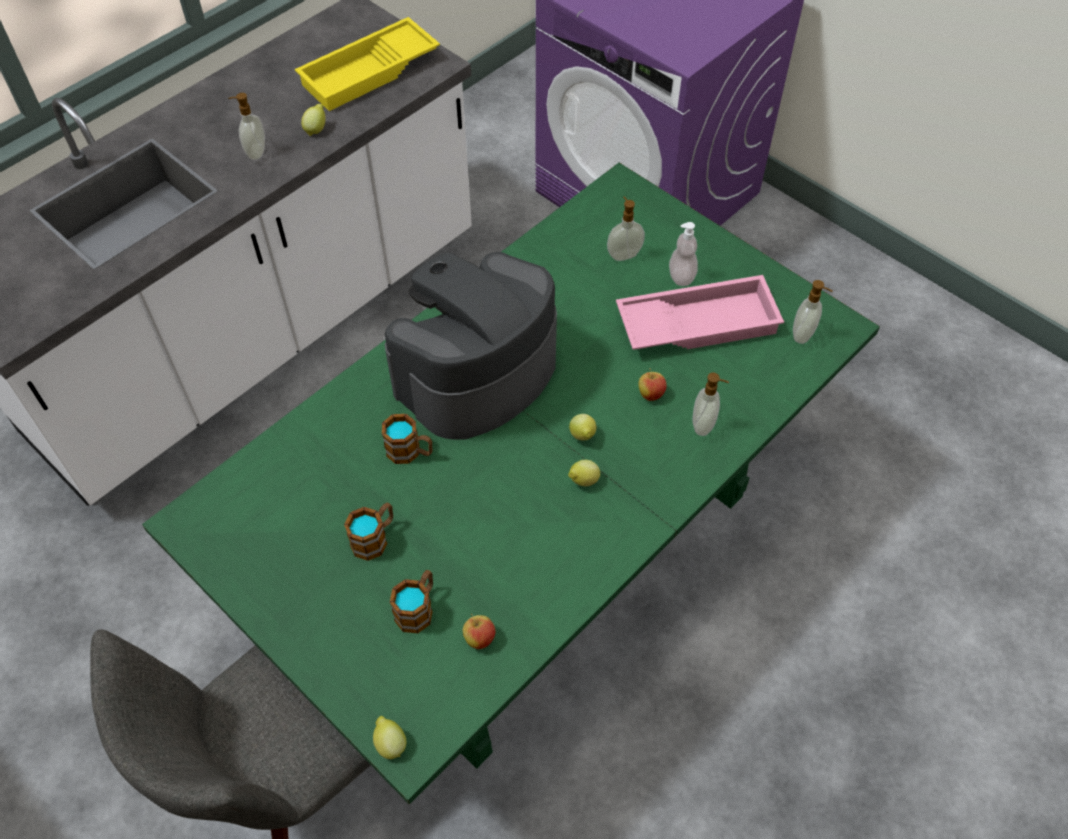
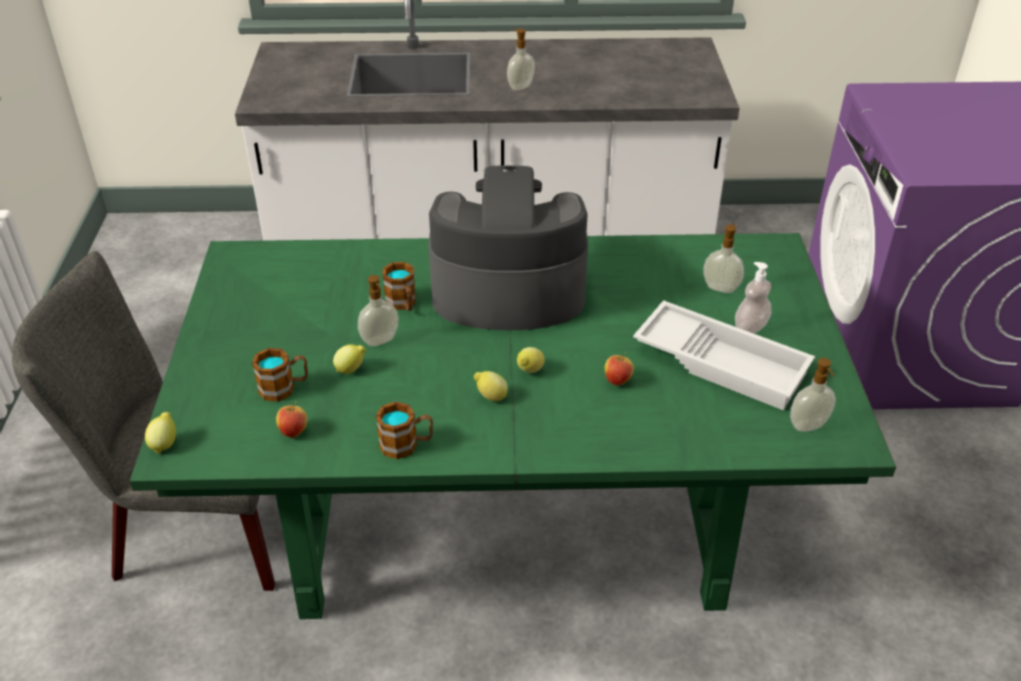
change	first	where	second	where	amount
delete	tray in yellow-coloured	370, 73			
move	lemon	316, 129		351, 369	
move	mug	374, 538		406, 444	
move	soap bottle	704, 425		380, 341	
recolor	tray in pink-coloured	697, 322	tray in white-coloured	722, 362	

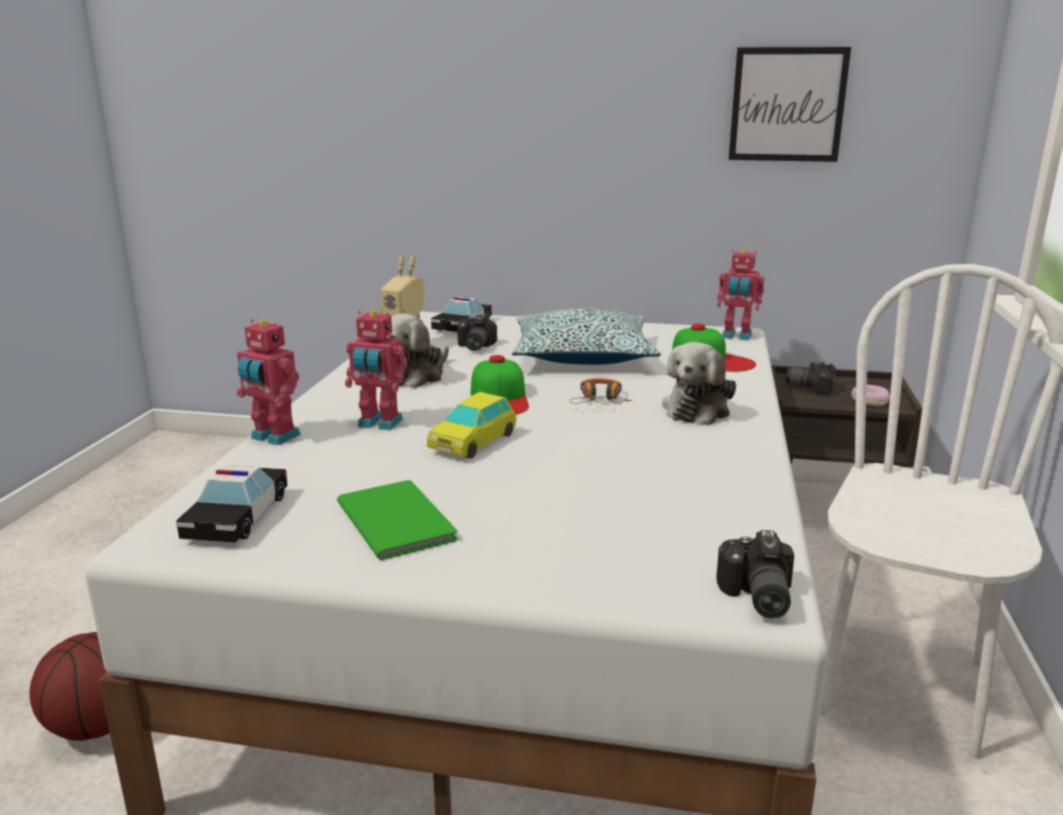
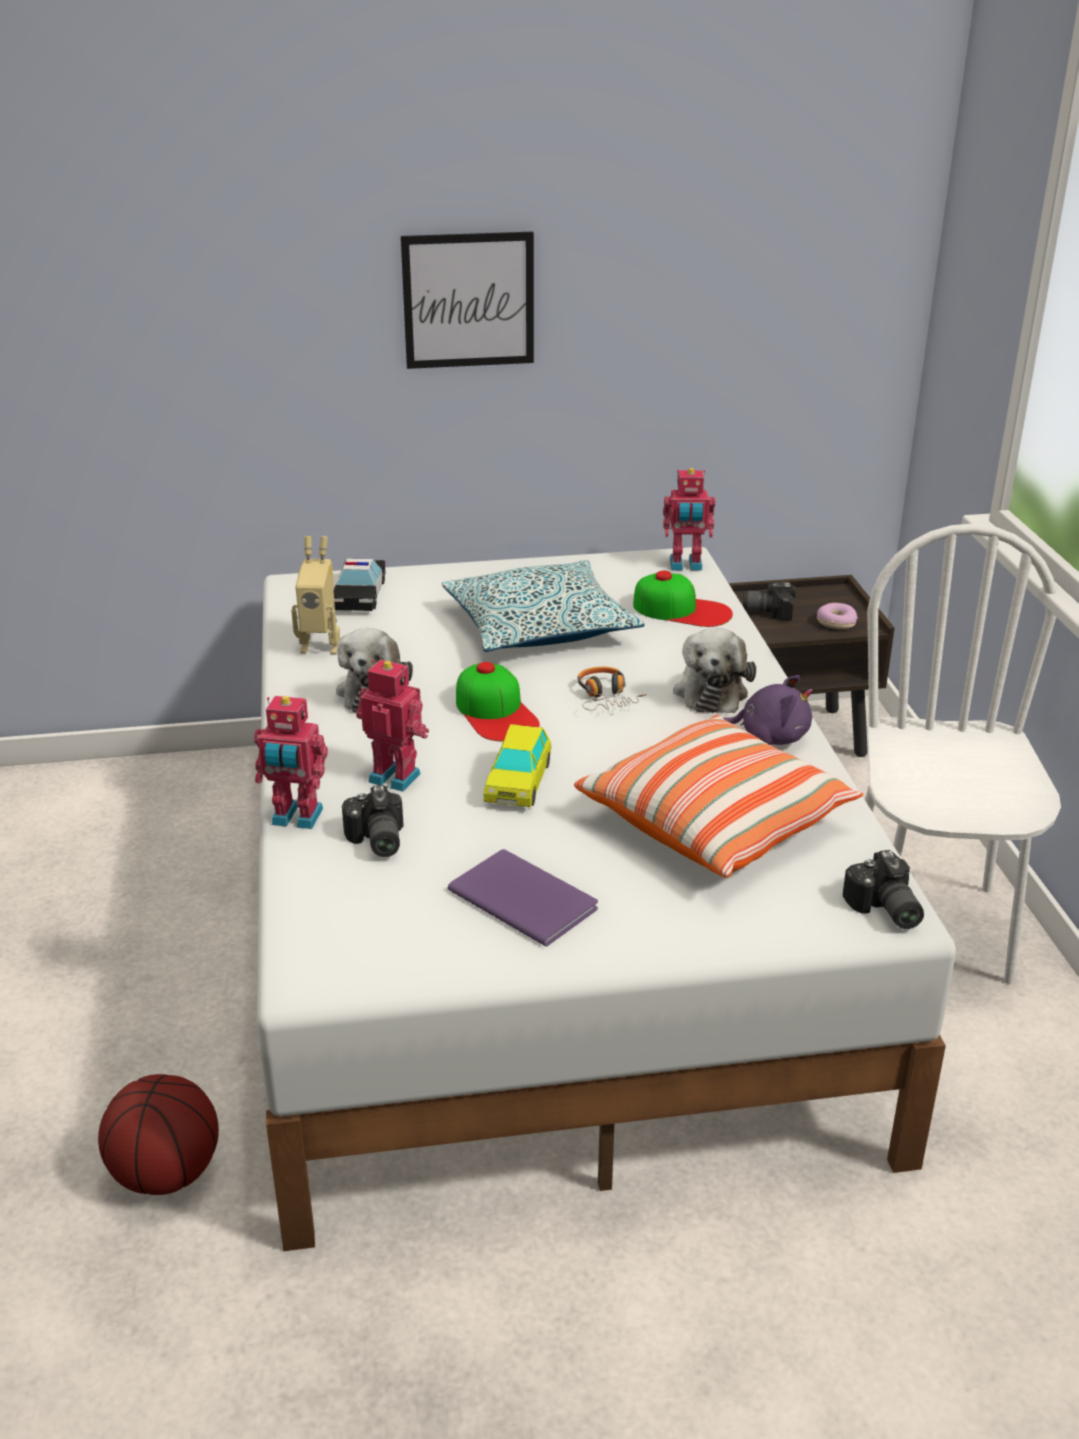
change	first	where	second	where	amount
delete	toy car	237, 517			
insert			pillow	716, 822	
insert			soft toy in purplish	768, 736	
move	still camera	473, 347		375, 841	
move	picture	787, 105		468, 300	
recolor	volume in green	398, 519	volume in purplish	522, 896	
rotate	model robot	379, 424		396, 776	150 degrees counterclockwise

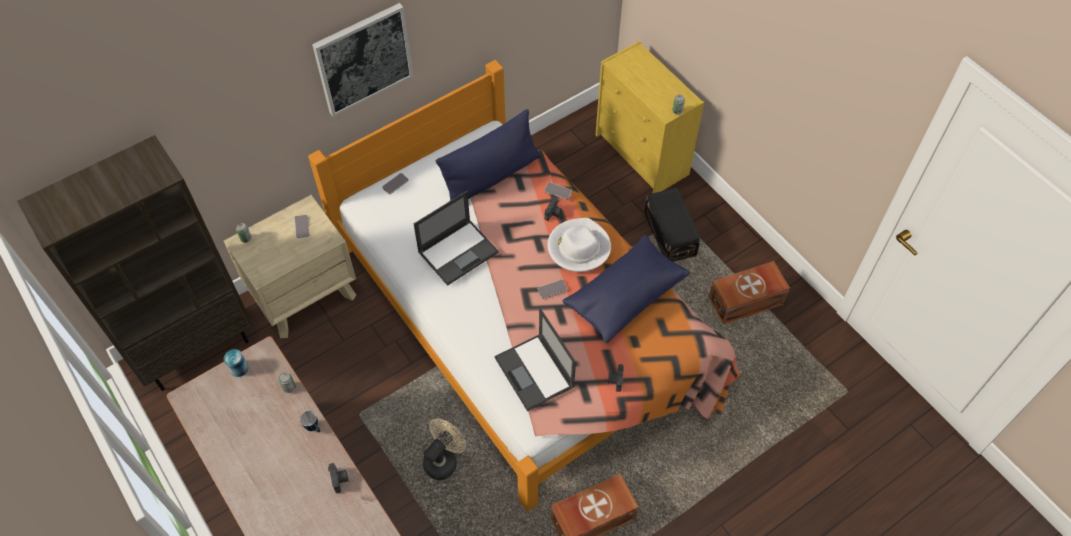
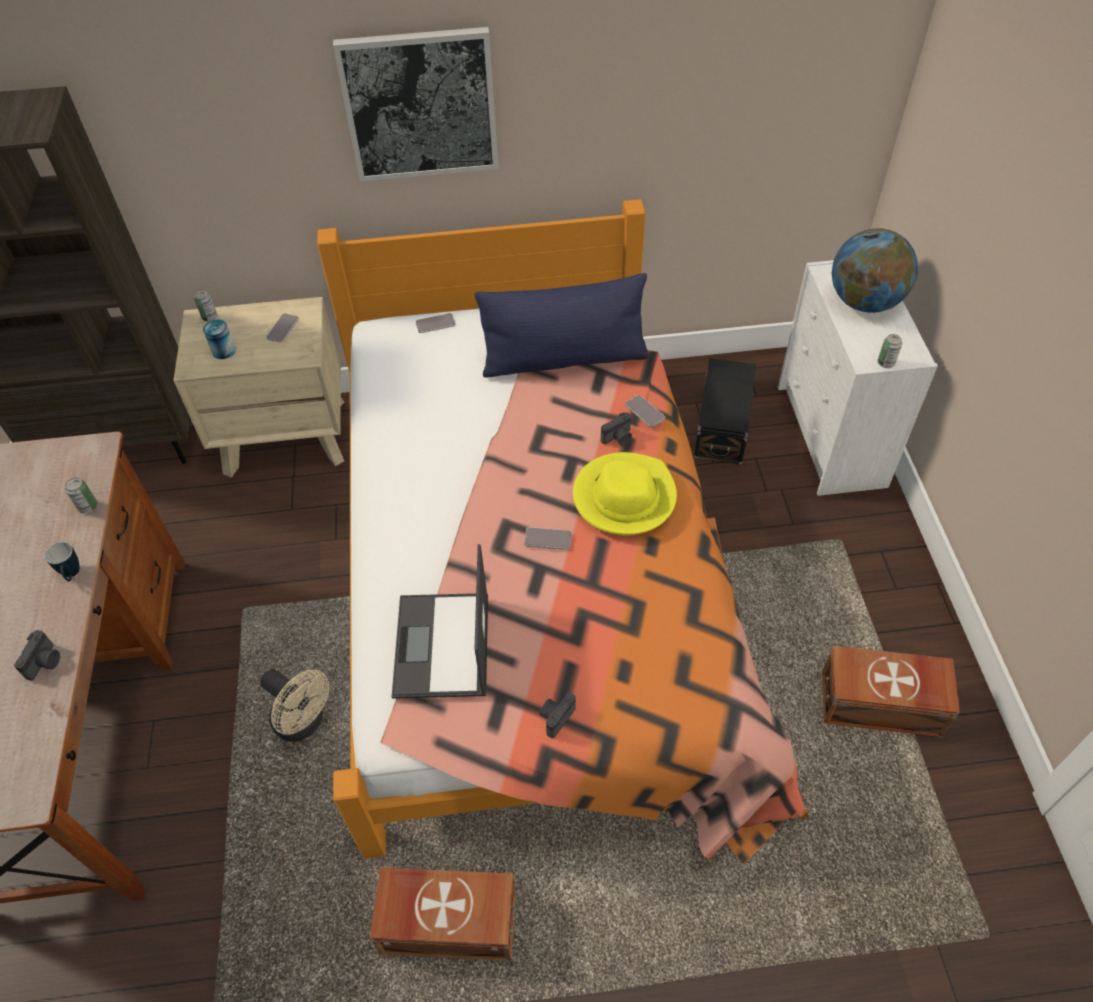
change	first	where	second	where	amount
delete	notebook computer	458, 251			
delete	pillow in bluish	625, 296			
insert			desk globe	864, 302	
move	sealed can	239, 368		224, 351	
move	storage bin in black-coloured	670, 233		724, 425	
recolor	clothing hat in white-coloured	578, 247	clothing hat in yellow-coloured	624, 497	
recolor	dresser in yellow-coloured	642, 155	dresser in white-coloured	831, 437	
rotate	fan in beige-coloured	444, 459		304, 723	60 degrees clockwise

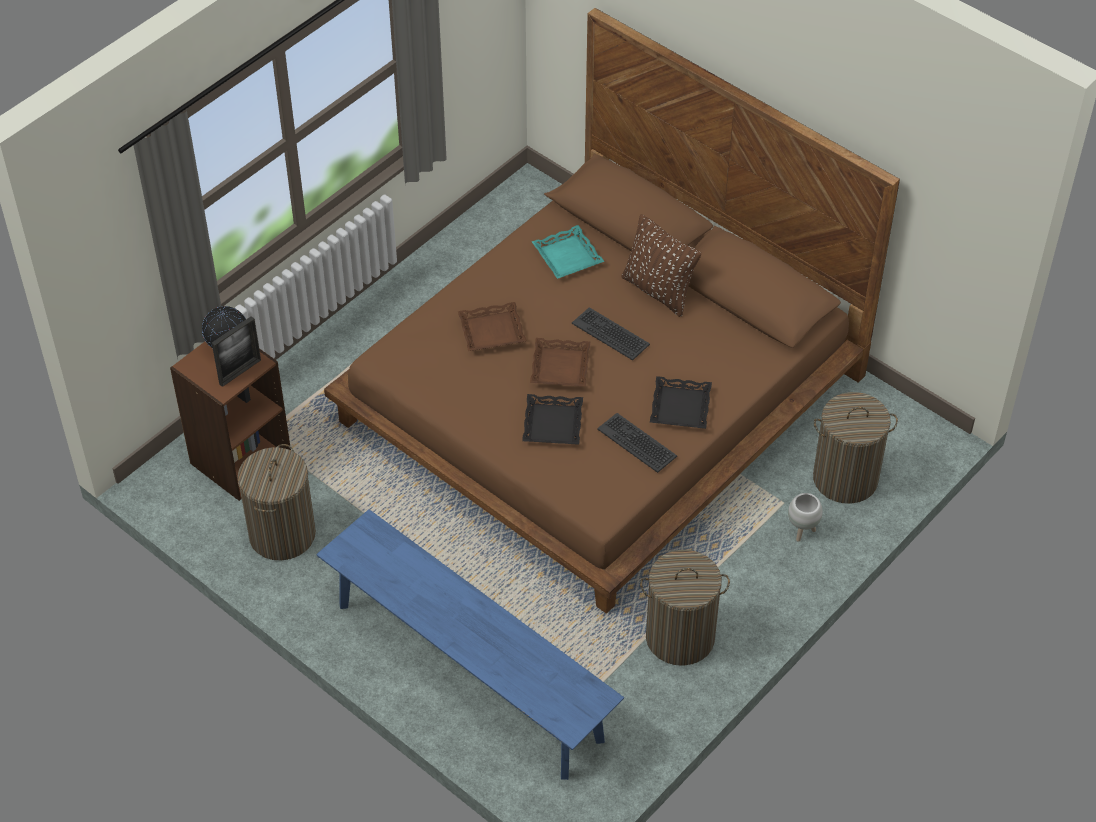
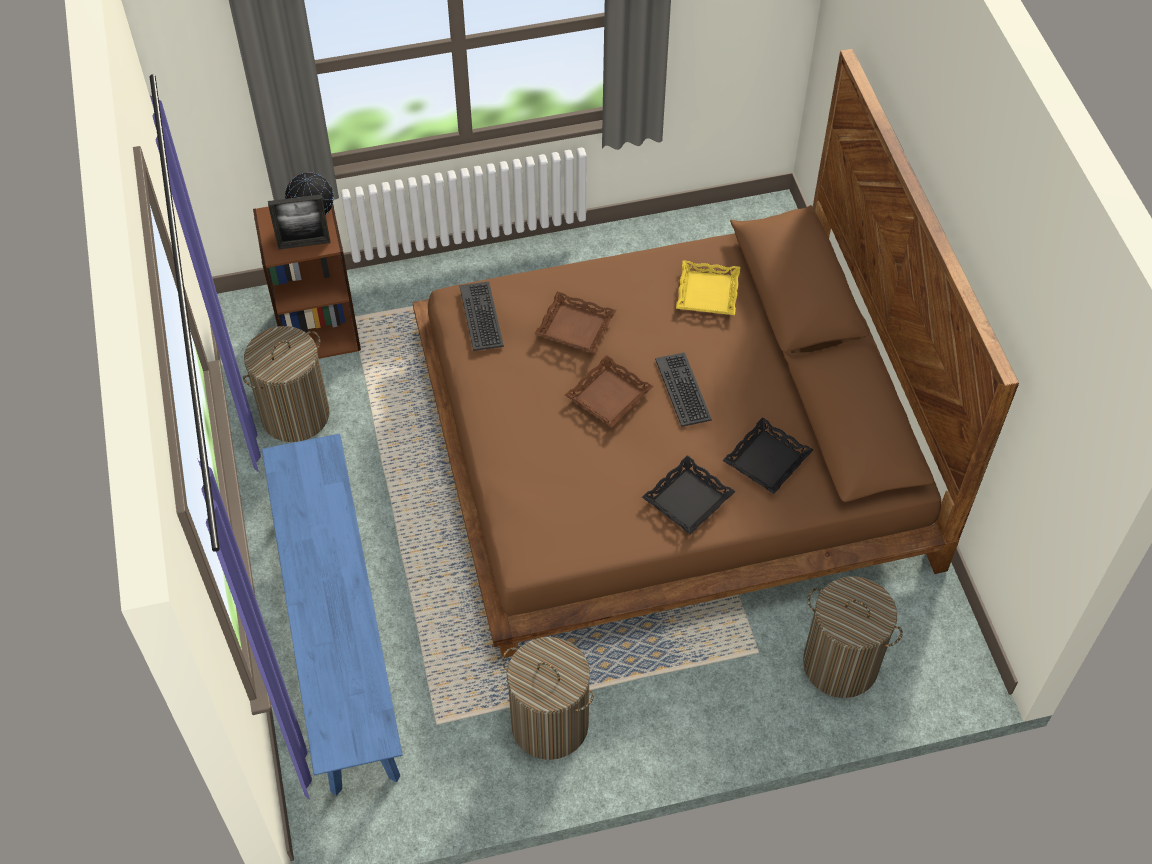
change	first	where	second	where	amount
delete	pillow in brownish	658, 291			
delete	plant pot in white-coloured	802, 532			
move	tray in black-coloured	552, 424		766, 459	
move	PC keyboard	637, 442		482, 316	
recolor	tray in turquoise-coloured	567, 256	tray in yellow-coloured	707, 292	

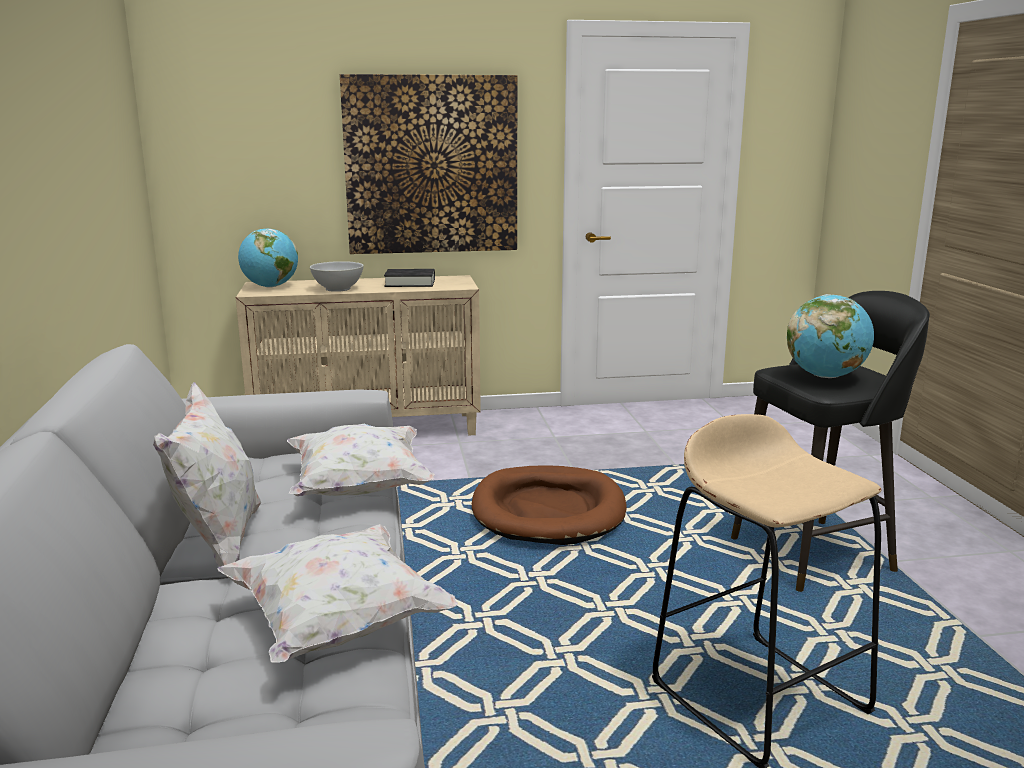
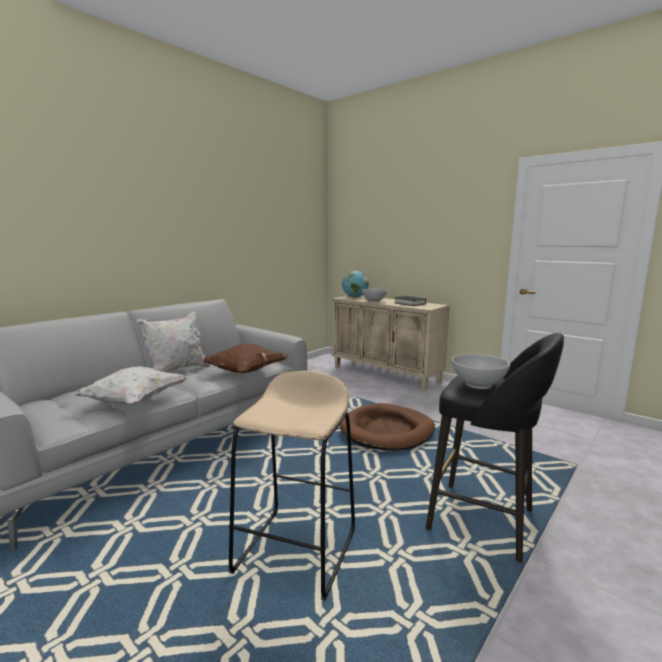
change	first	where	second	where	amount
delete	picture	431, 165			
replace	desk globe	825, 376	bowl in white-coloured	478, 384	
recolor	pillow in white-coloured	360, 489	pillow in brownish	245, 372	

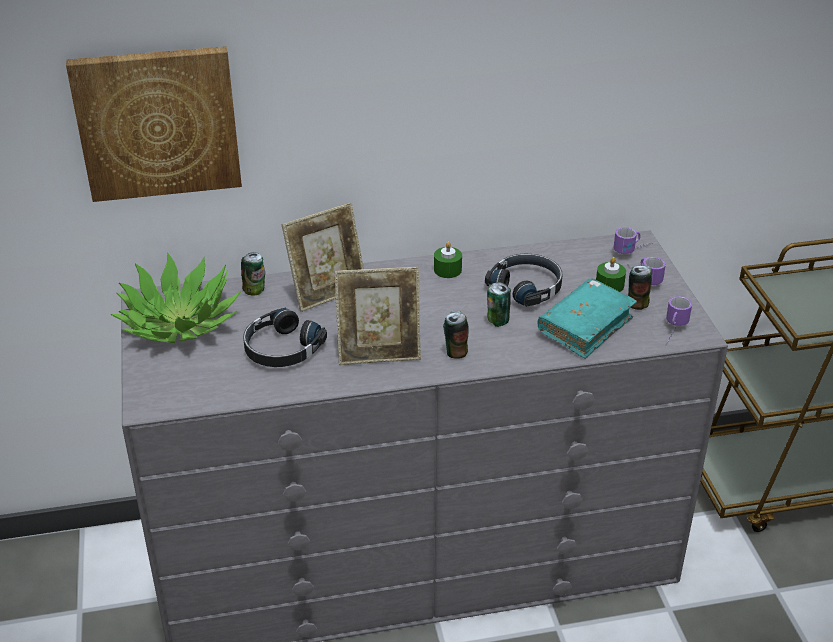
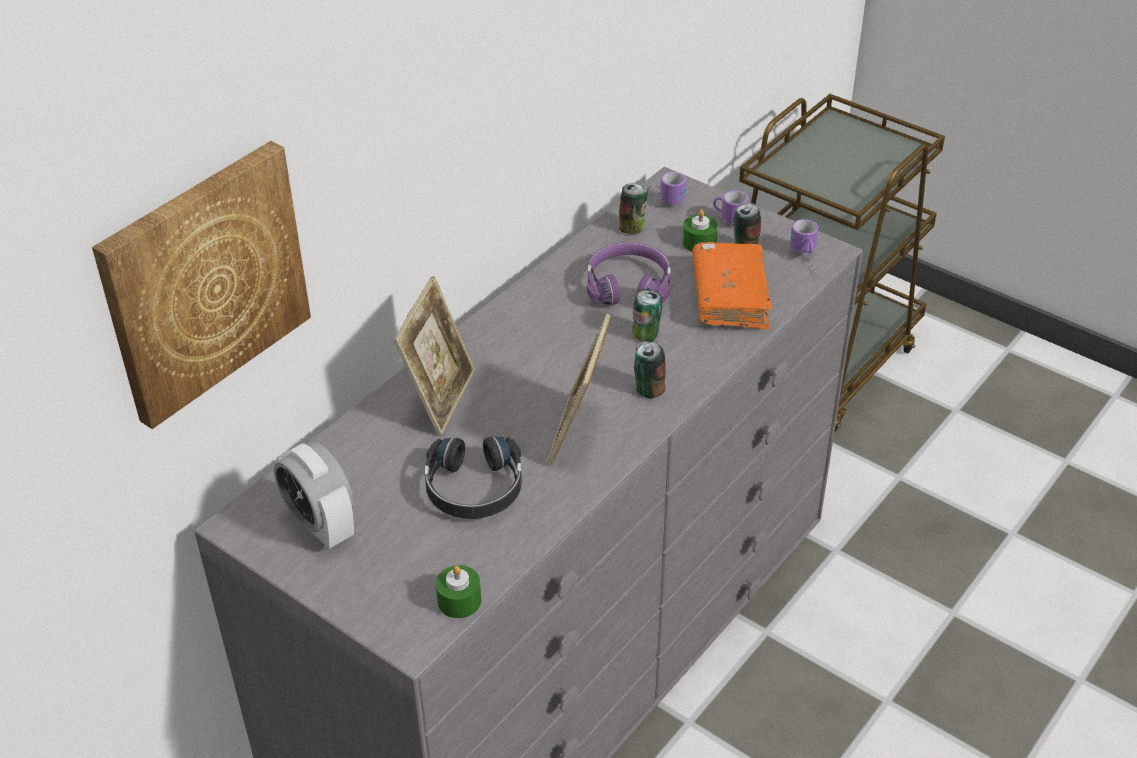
change	first	where	second	where	amount
move	sealed can	255, 290		632, 228	
move	wax light in green	447, 270		459, 601	
replace	plant in a pot	179, 322	alarm clock	320, 526	
recolor	headphones in black-coloured	527, 287	headphones in purplish	628, 285	
recolor	volume in turquoise-coloured	585, 327	volume in orange-coloured	729, 297	
rotate	standing frame	379, 353		578, 433	150 degrees clockwise

